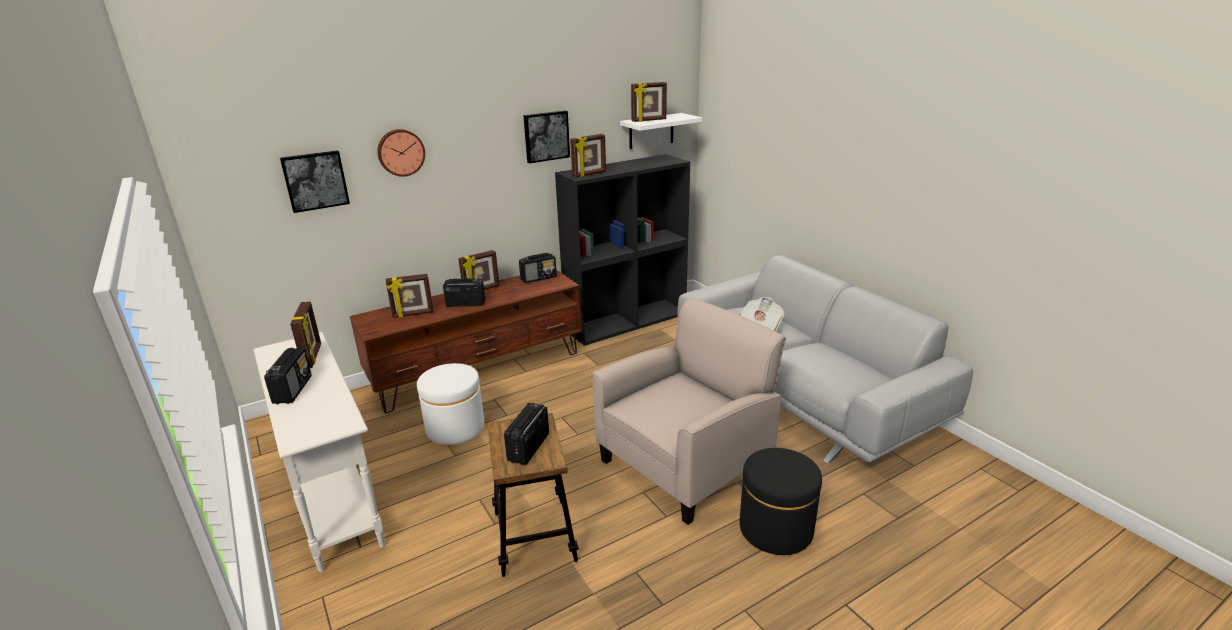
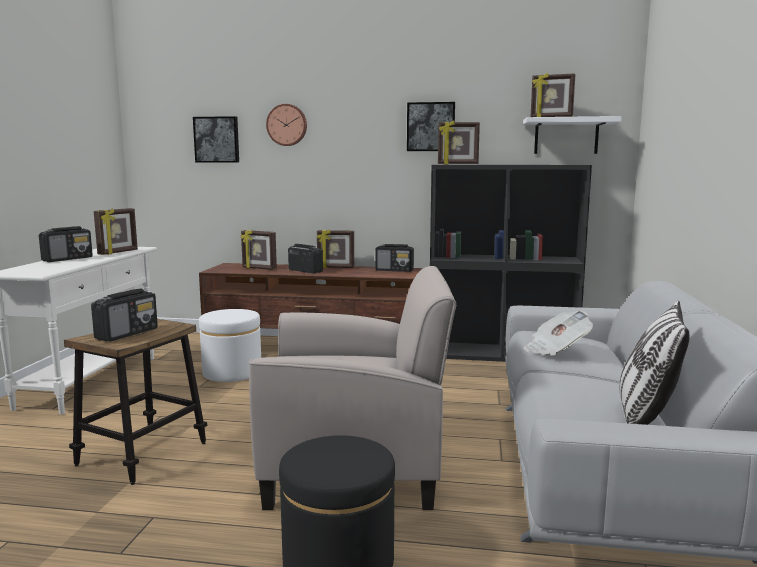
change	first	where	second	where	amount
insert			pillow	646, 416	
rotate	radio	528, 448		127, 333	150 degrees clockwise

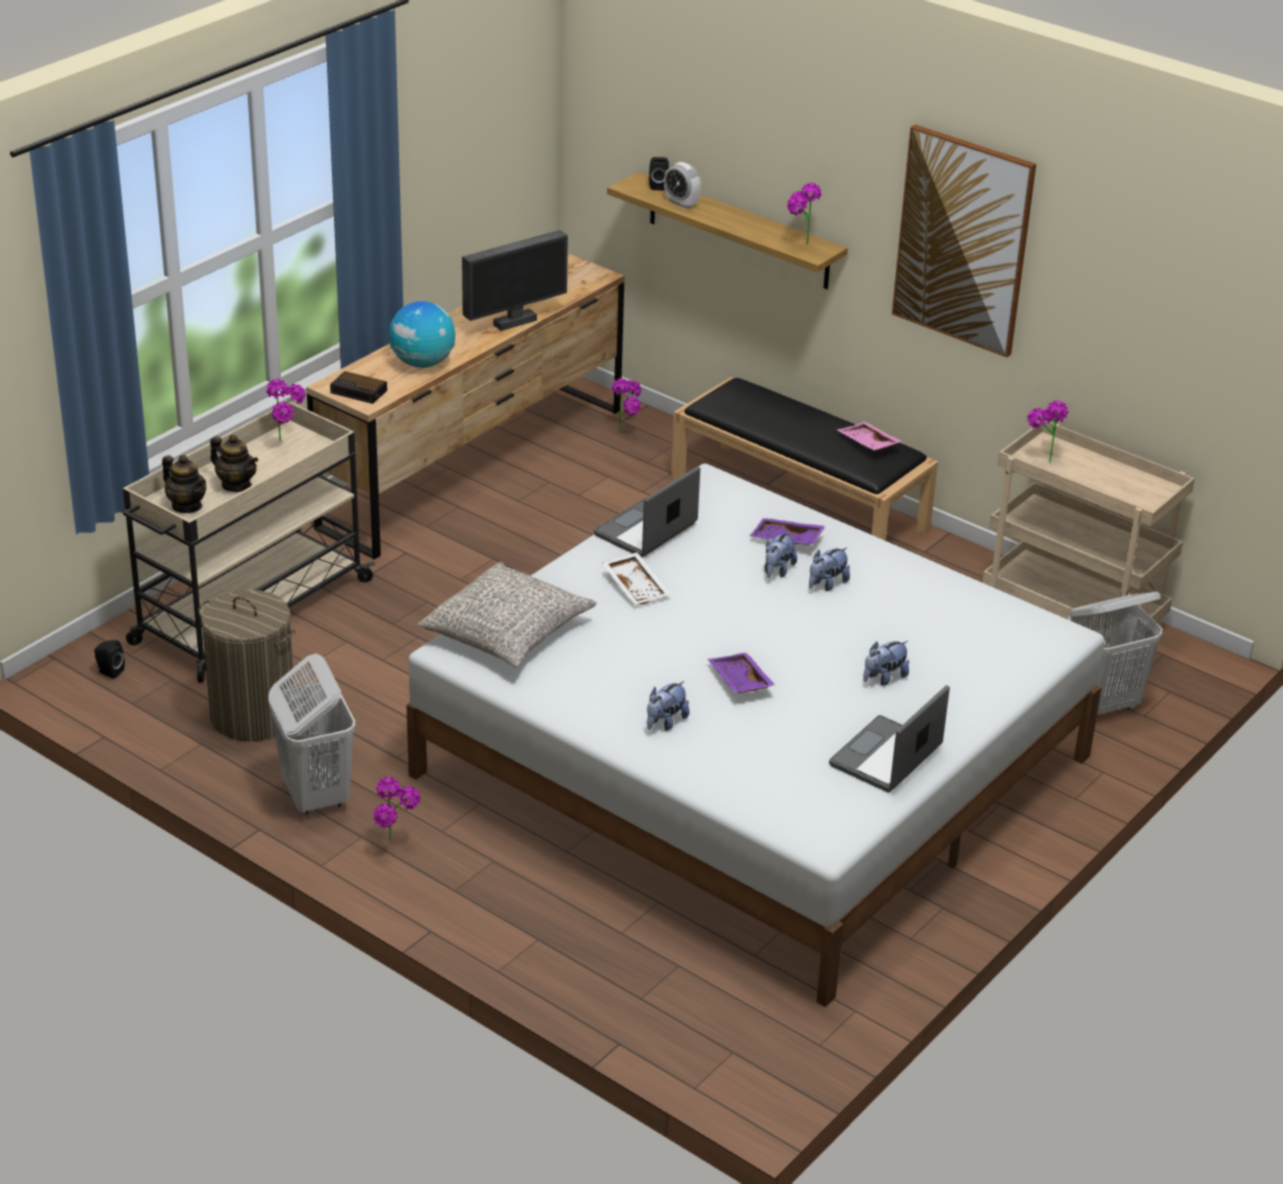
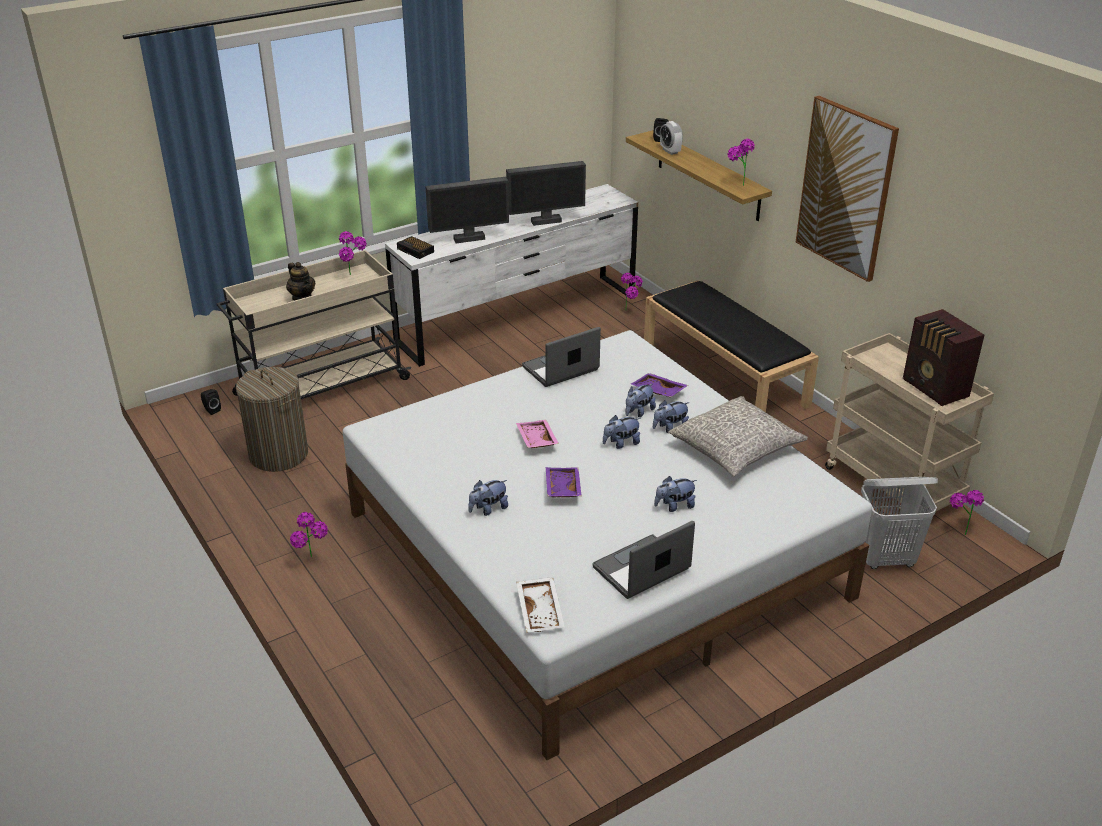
change	first	where	second	where	amount
delete	teapot	187, 506			
delete	washing basket in white-coloured	315, 795			
insert			soft toy	621, 443	
insert			radio	935, 389	
move	pillow in greyish	507, 632		735, 449	
move	tray in white-coloured	637, 586		541, 611	
move	tray in pink-coloured	867, 444		535, 440	
move	plant in a pot	1042, 459		960, 530	
replace	desk globe	423, 363	computer display	469, 238	
recolor	dresser in brownish	474, 468	dresser in white-coloured	518, 319	

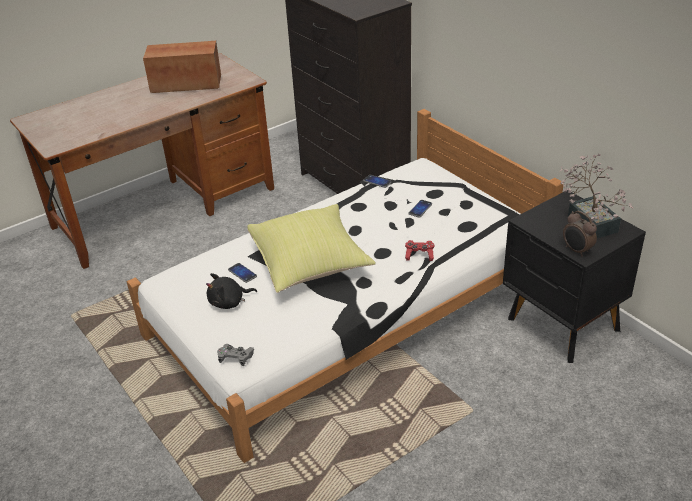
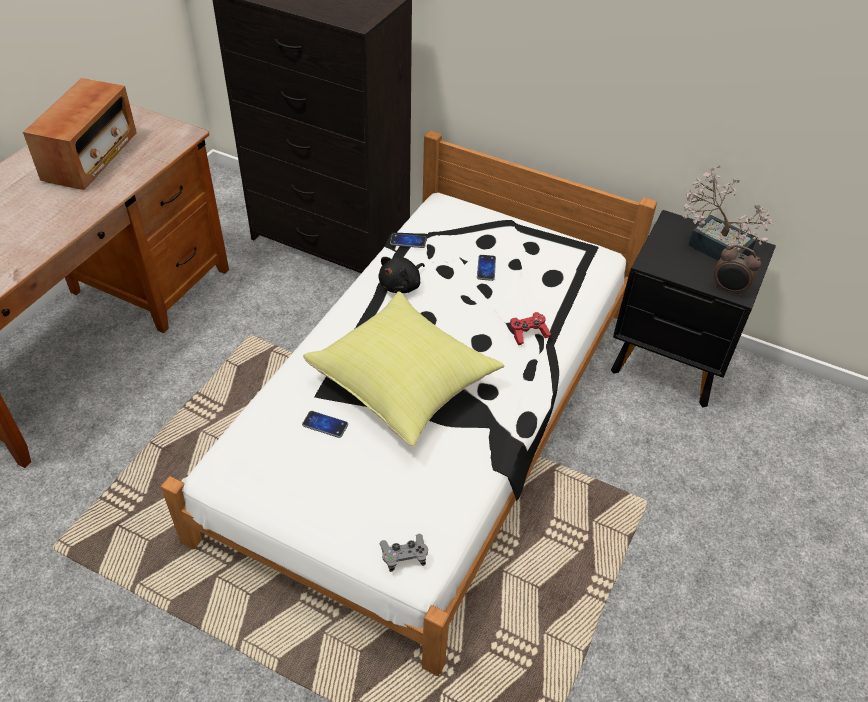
change	first	where	second	where	amount
move	soft toy in black-coloured	229, 302		401, 285	
rotate	radio	186, 84		91, 158	135 degrees clockwise

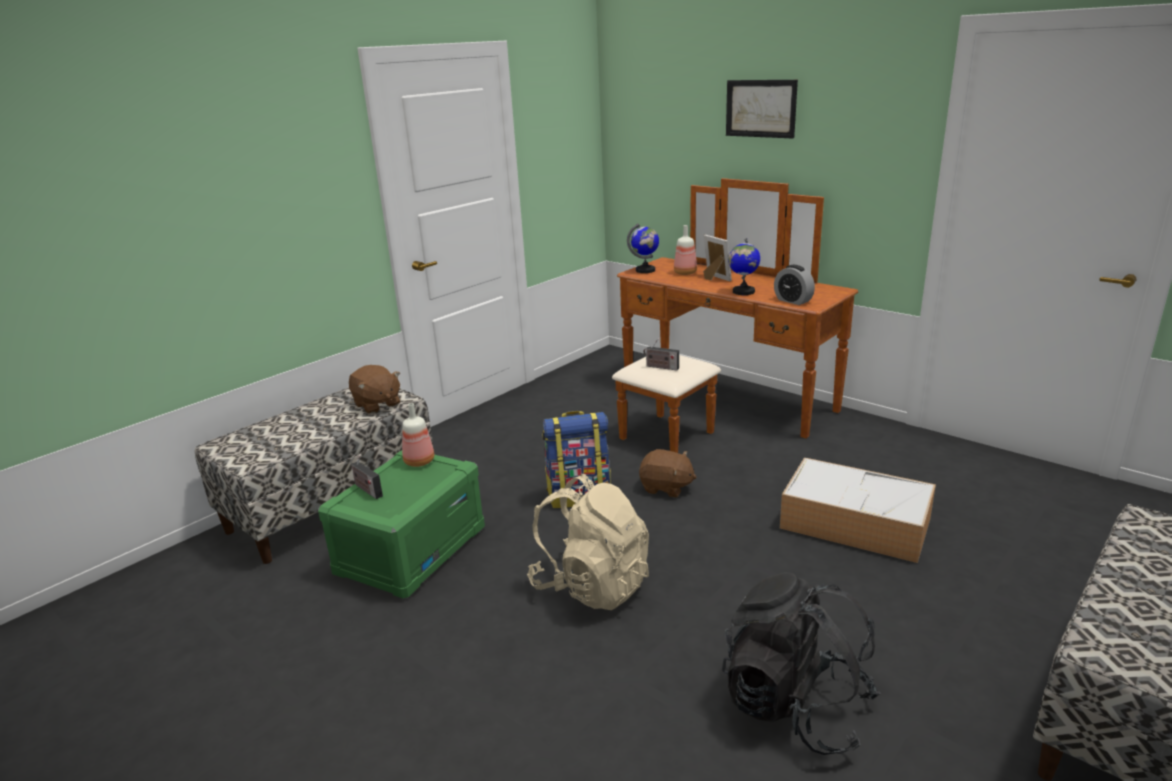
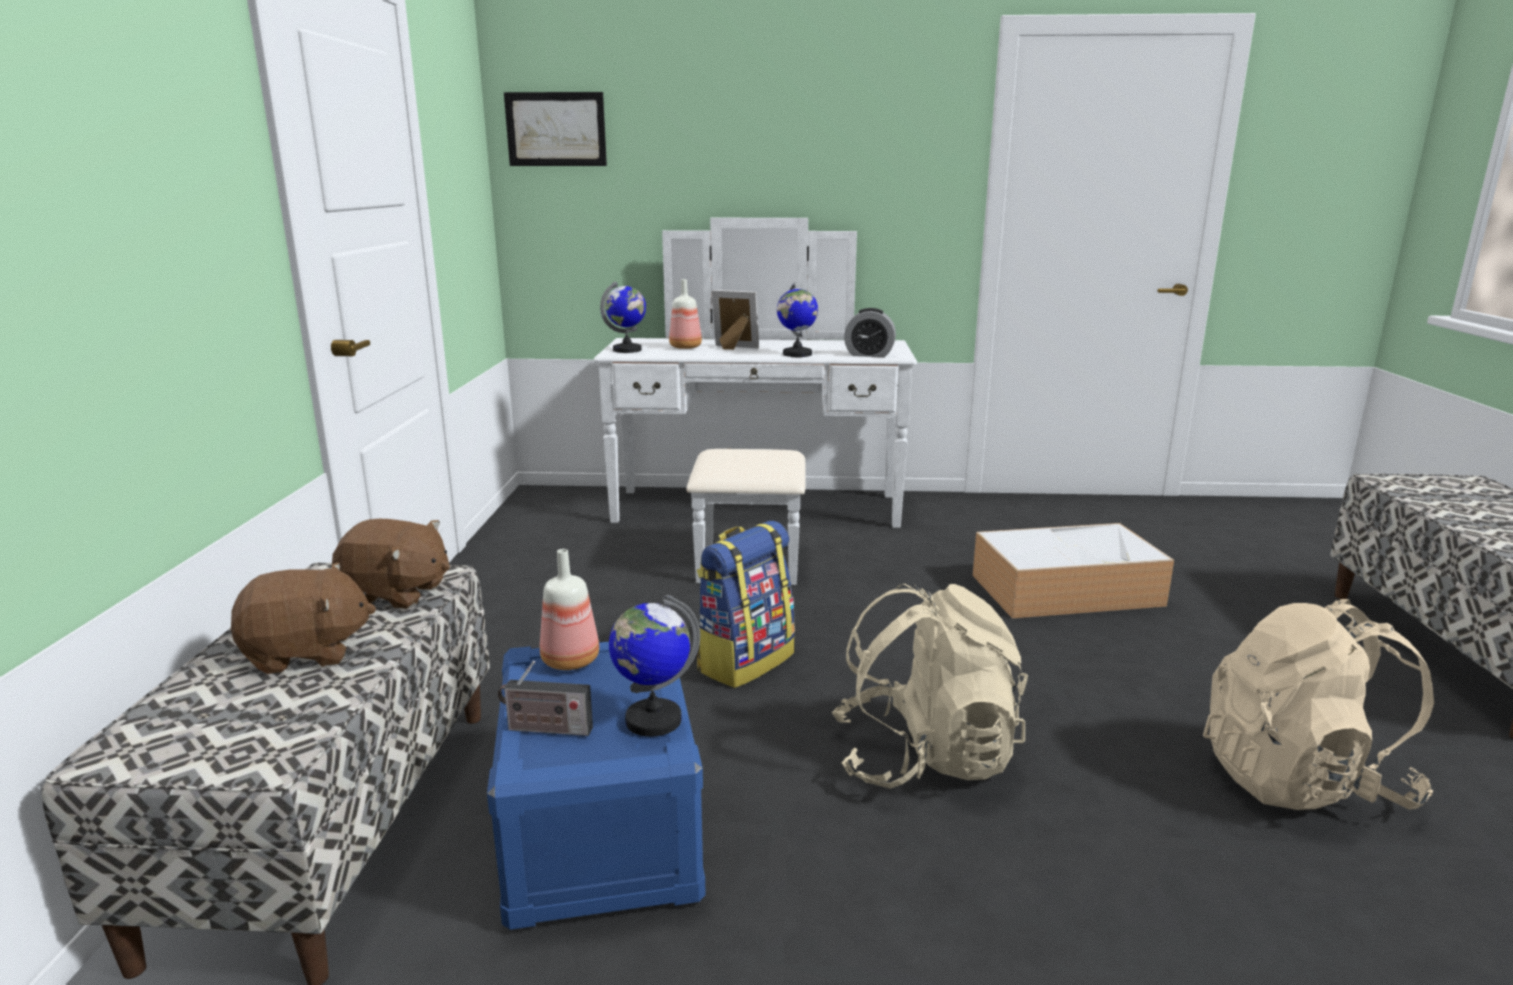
change	first	where	second	where	amount
delete	radio	660, 367			
insert			desk globe	652, 720	
move	soft toy in brownish	666, 487		307, 653	
move	picture	760, 108		556, 129	
recolor	storage bin in green	411, 550	storage bin in bluish	599, 828	
recolor	dresser in brownish	715, 405	dresser in white-coloured	756, 520	
recolor	backpack in black-coloured	795, 706	backpack in beige-coloured	1301, 781	

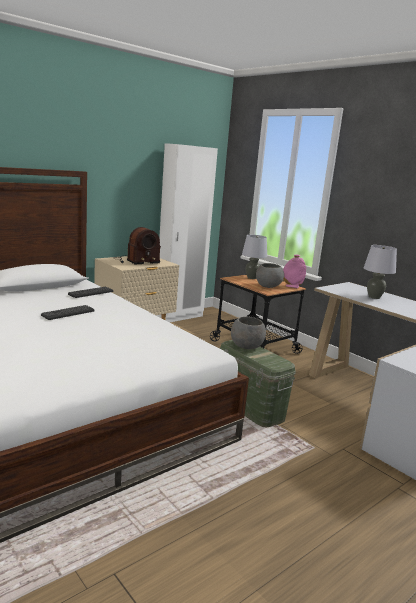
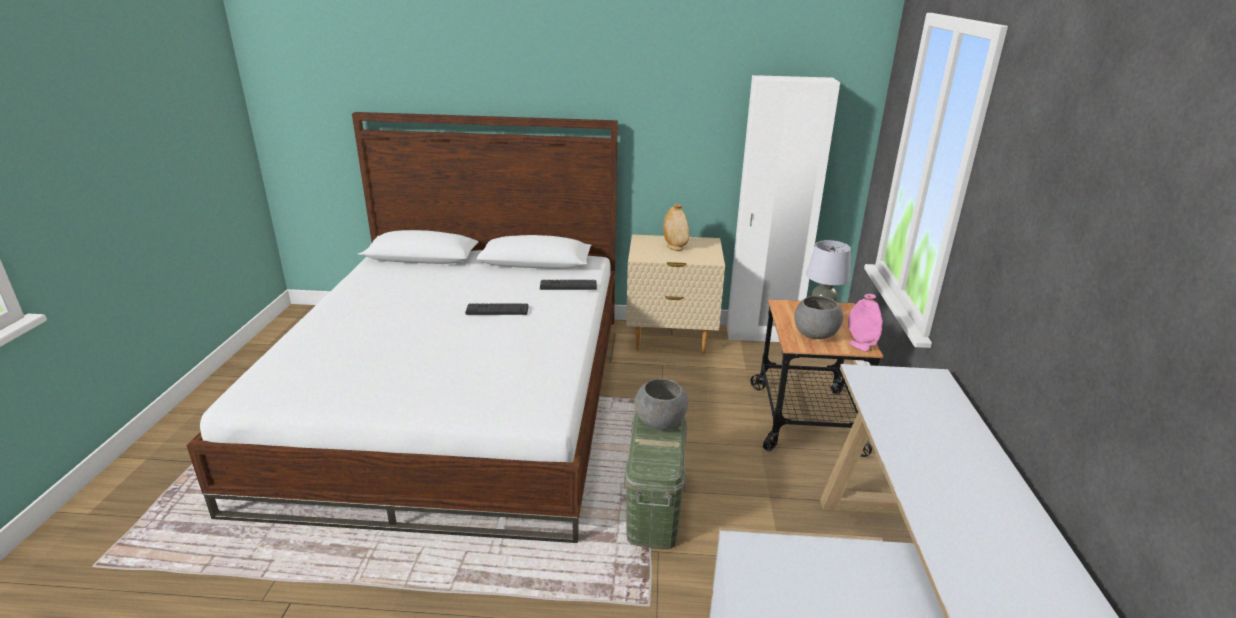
change	first	where	second	where	amount
delete	lamp for a table in greyish	374, 297			
replace	radio	135, 261	vase in beige-coloured	675, 248	

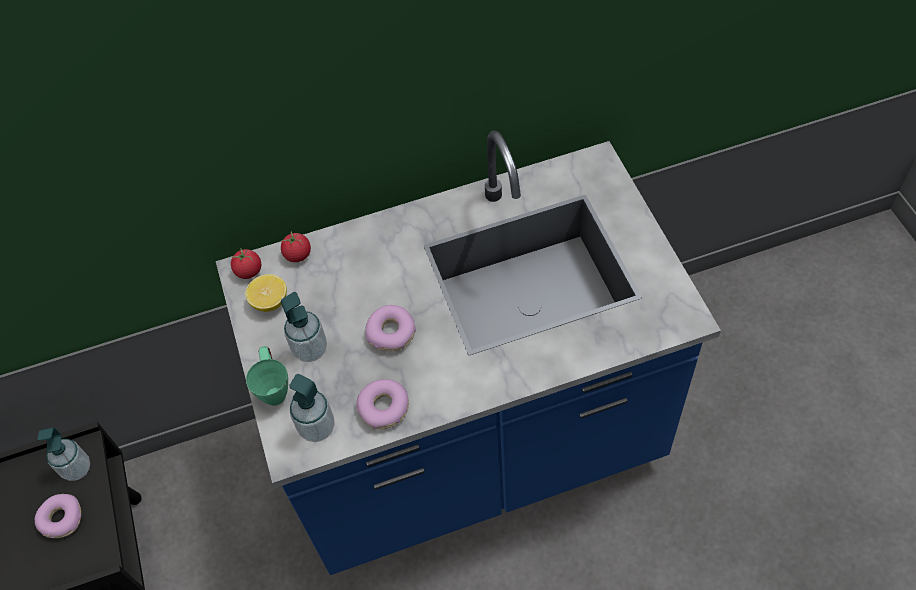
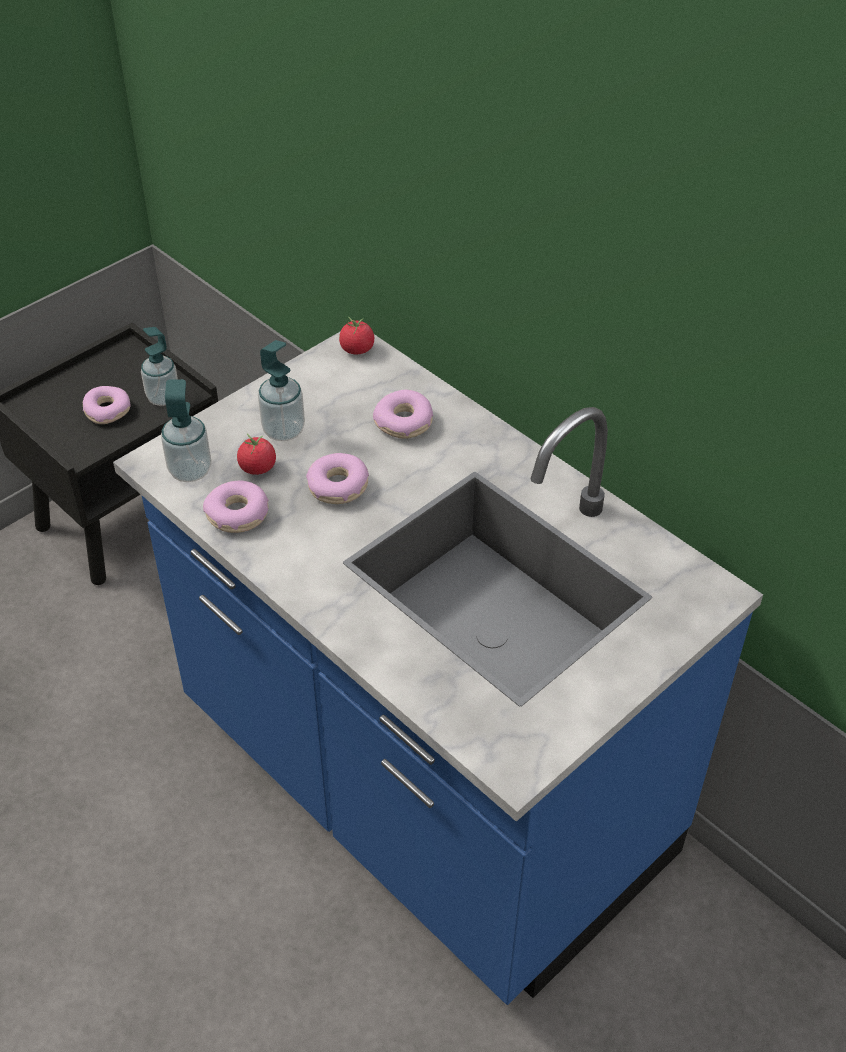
change	first	where	second	where	amount
delete	lemon	270, 301			
delete	mug in green	274, 388			
insert			ring doughnut	404, 422	
move	fresh tomato	298, 254		257, 468	

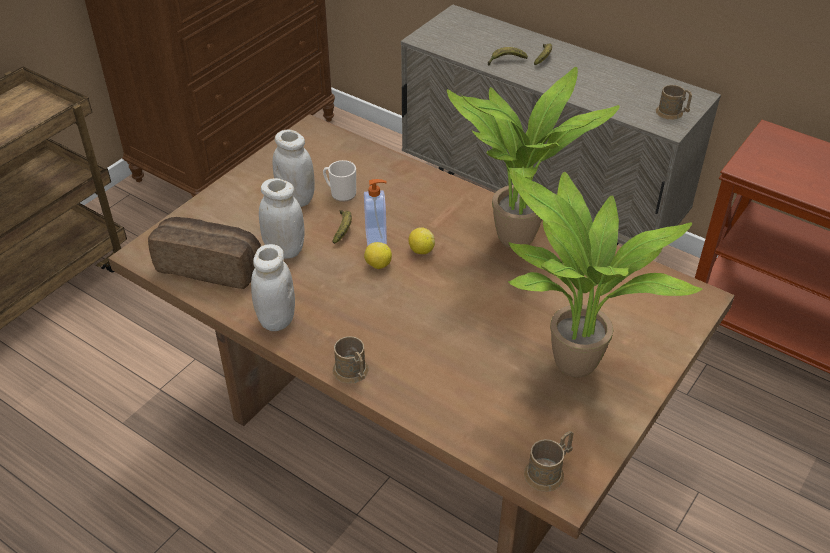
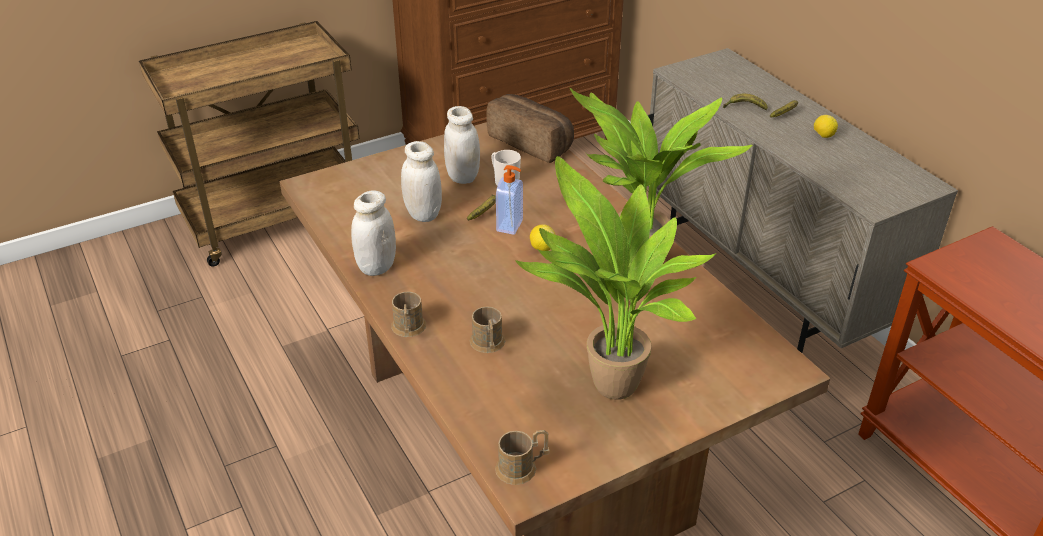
change	first	where	second	where	amount
move	bread	211, 265		532, 142	
move	lemon	378, 265		823, 136	
move	mug in brownish	672, 114		488, 344	

